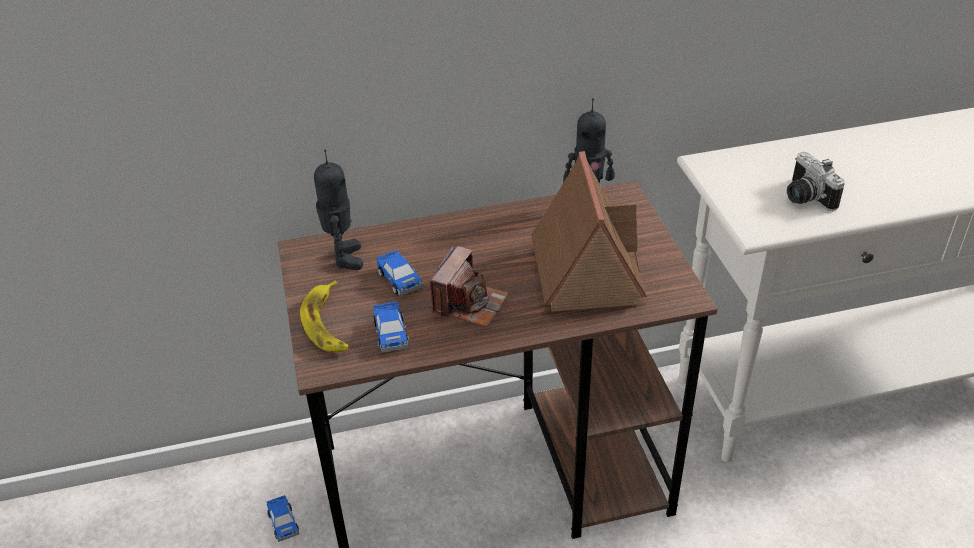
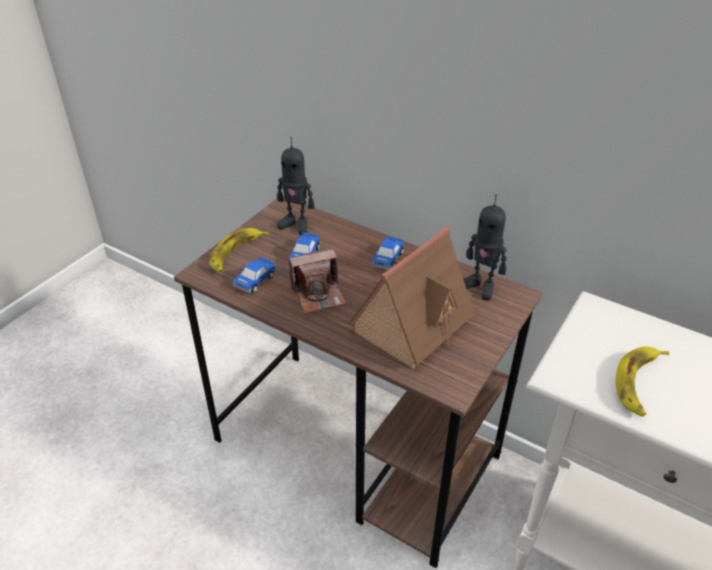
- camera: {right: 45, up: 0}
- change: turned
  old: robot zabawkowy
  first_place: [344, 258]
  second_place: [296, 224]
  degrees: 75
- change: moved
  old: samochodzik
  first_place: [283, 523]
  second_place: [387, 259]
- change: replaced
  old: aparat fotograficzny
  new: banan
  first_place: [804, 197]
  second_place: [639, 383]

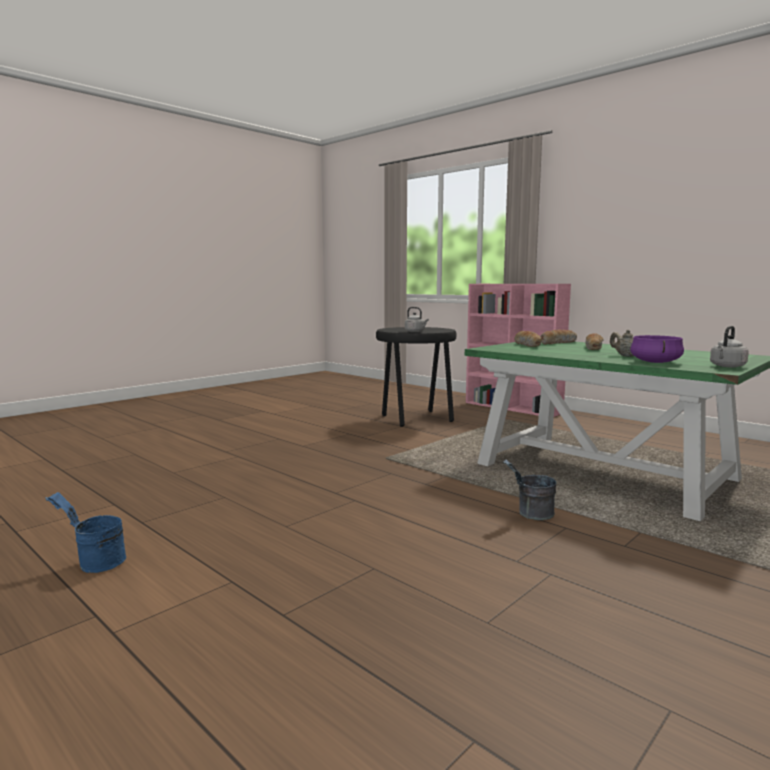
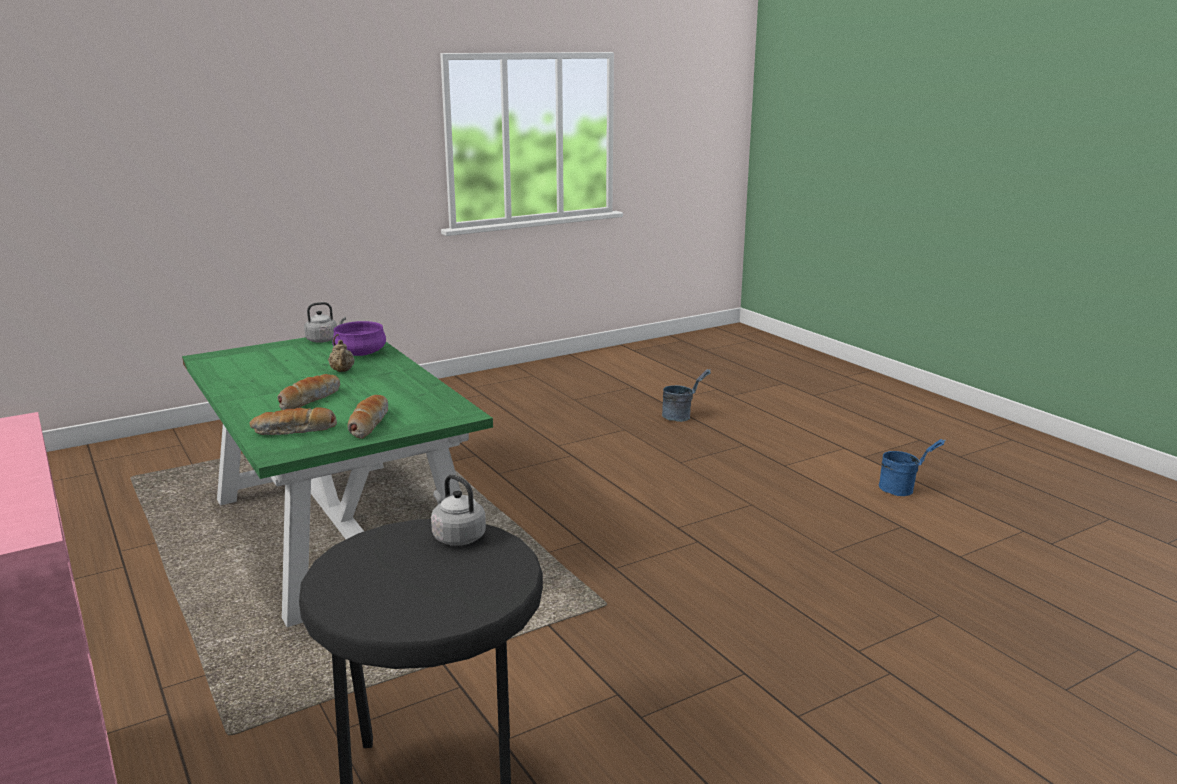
- camera: {right: -165, up: 10}
- change: moved
  old: wiadro/szary
  first_place: [530, 514]
  second_place: [682, 416]

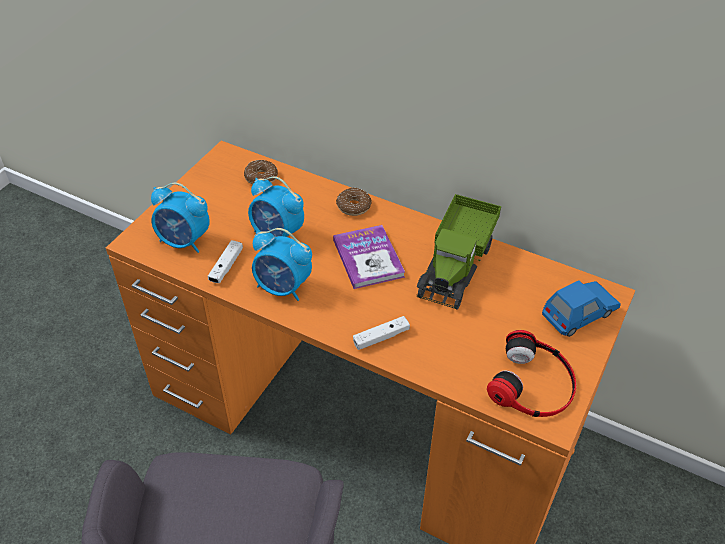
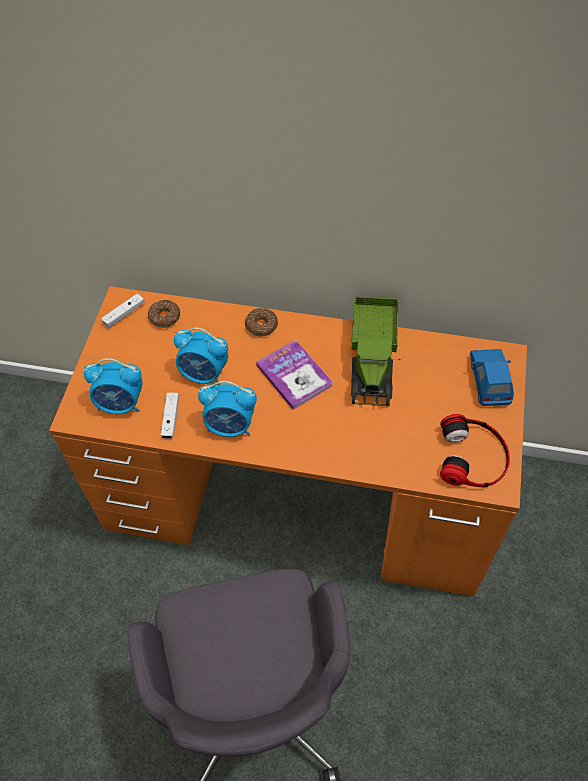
- camera: {right: -15, up: 10}
- change: moved
  old: pad do gier/biały
  first_place: [381, 337]
  second_place: [124, 314]
- change: turned
  old: samochodzik/niebieski
  first_place: [579, 313]
  second_place: [489, 380]
  degrees: -45

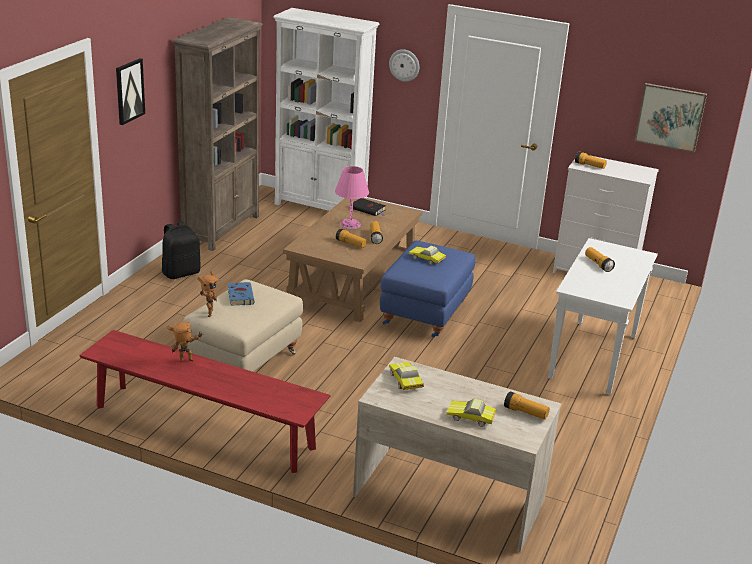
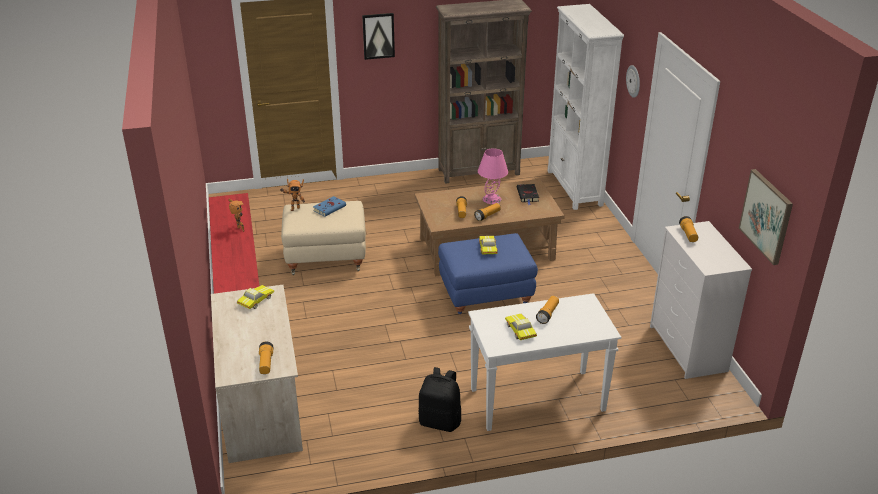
- camera: {right: 55, up: 5}
- change: moved
  old: plecak/czarny
  first_place: [181, 273]
  second_place: [440, 421]
- change: moved
  old: samochodzik
  first_place: [471, 417]
  second_place: [520, 330]

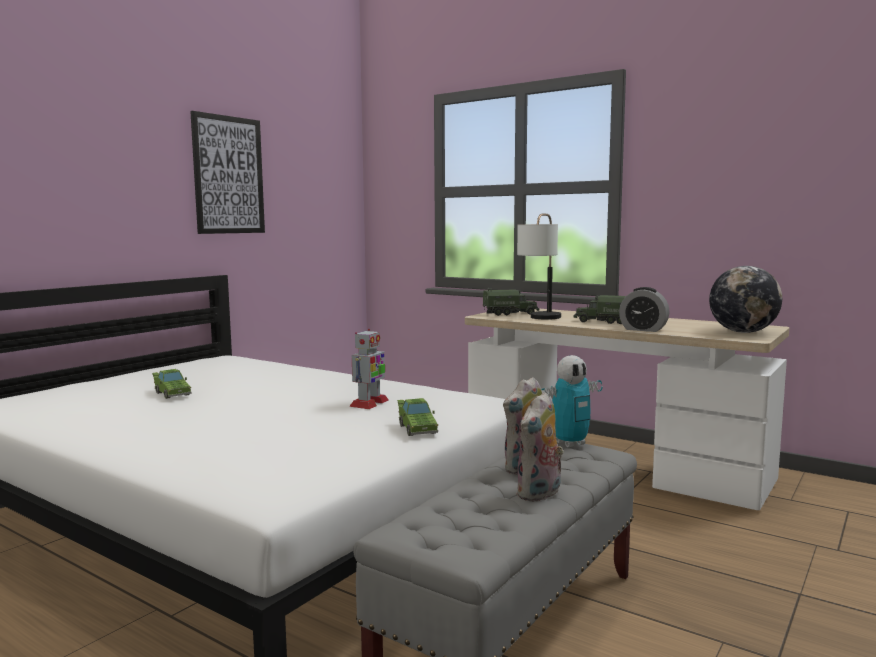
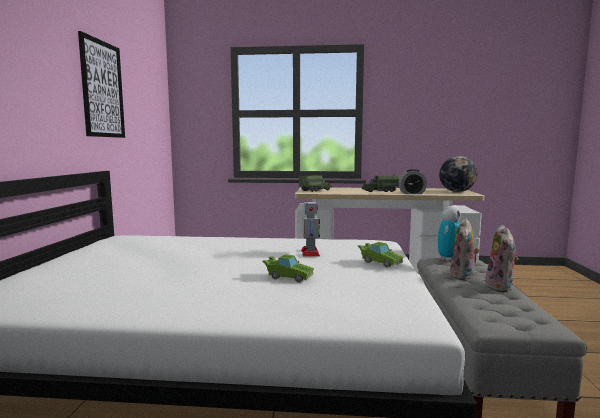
- camera: {right: -30, up: 0}
- change: moved
  old: samochodzik/zielony
  first_place: [171, 393]
  second_place: [288, 277]
- change: removed
  old: lampa stołowa
  first_place: [540, 319]

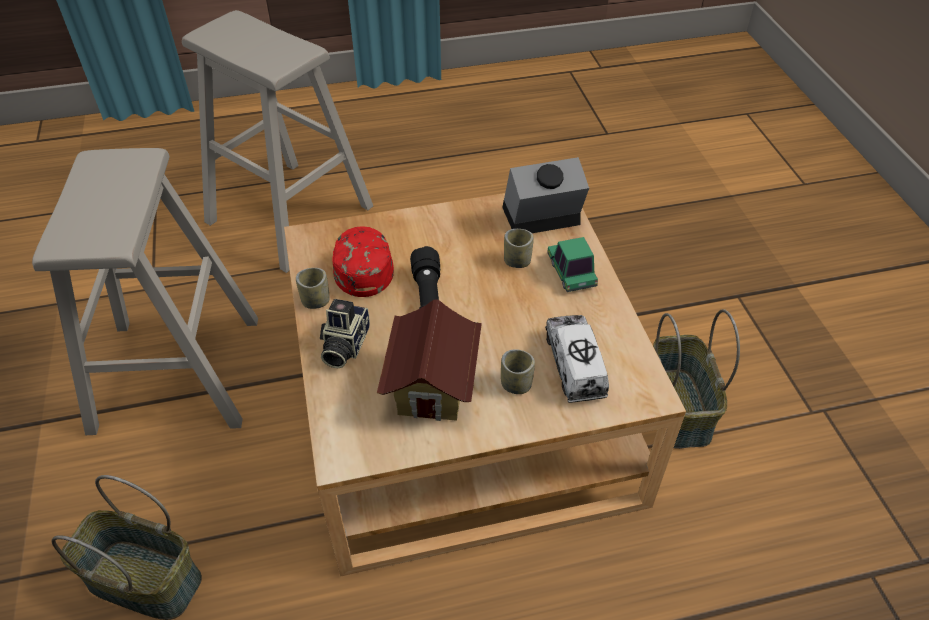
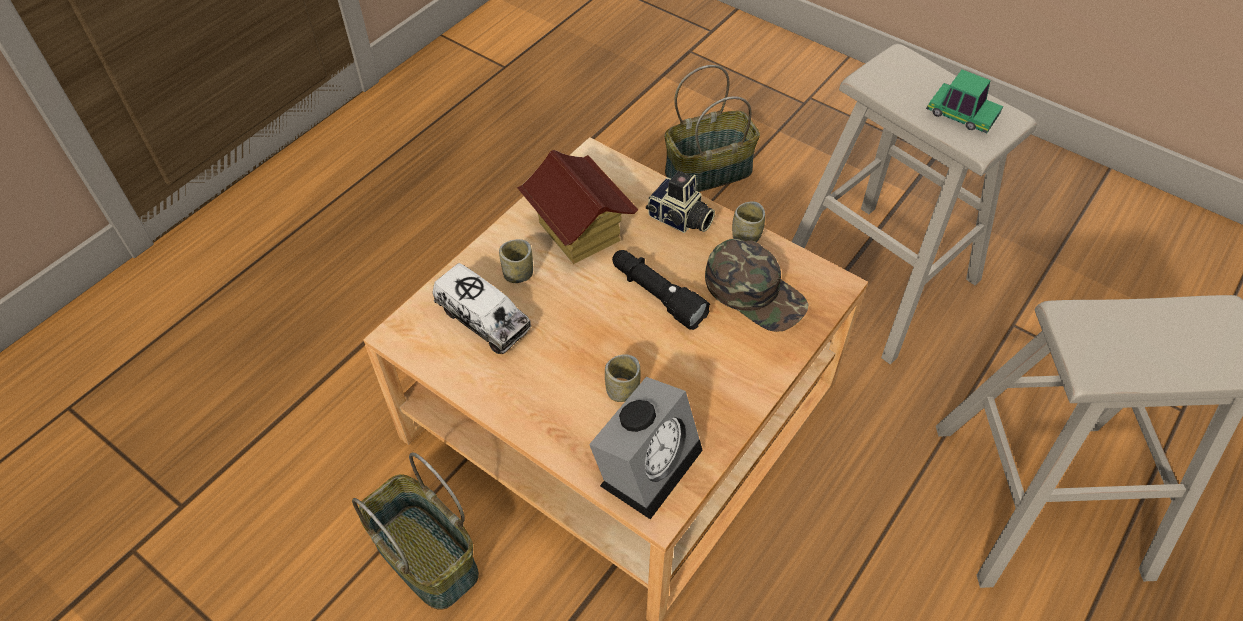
- camera: {right: 140, up: 5}
- change: turned
  old: aparat fotograficzny
  first_place: [343, 345]
  second_place: [680, 220]
  degrees: 150
- change: recoloured
  old: czapka z daszkiem/czerwony
  new: czapka z daszkiem/zielony
  first_place: [361, 263]
  second_place: [755, 292]
- change: moved
  old: samochodzik
  first_place: [571, 272]
  second_place: [961, 115]

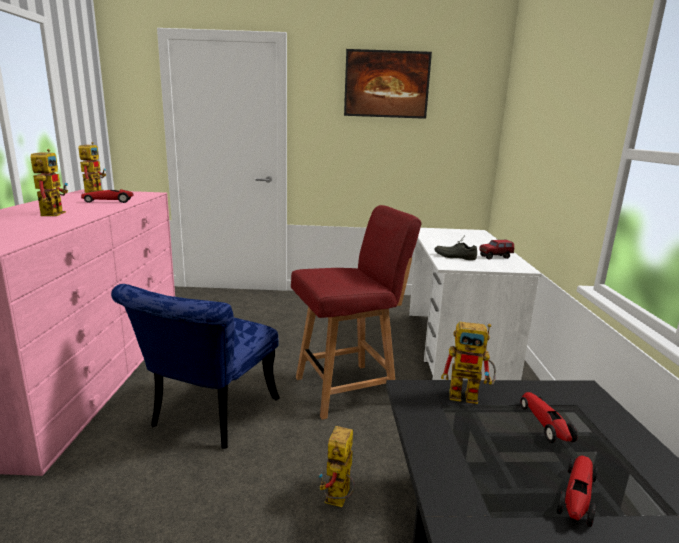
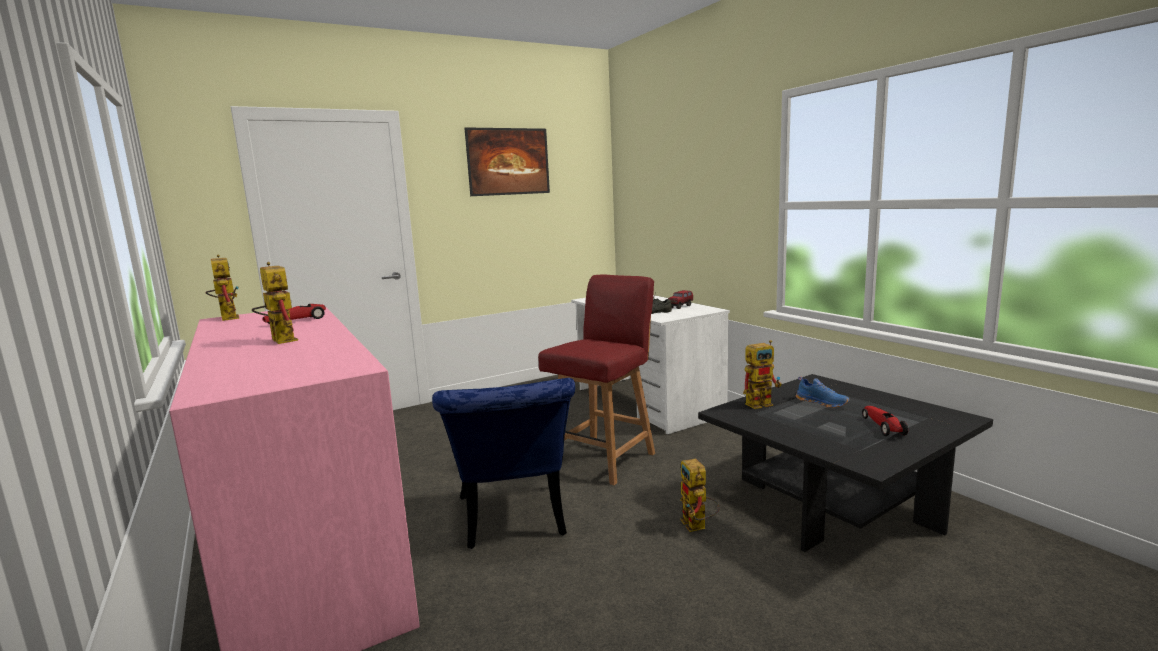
- camera: {right: -30, up: -5}
- change: replaced
  old: samochodzik
  new: but/niebieski
  first_place: [545, 424]
  second_place: [822, 402]

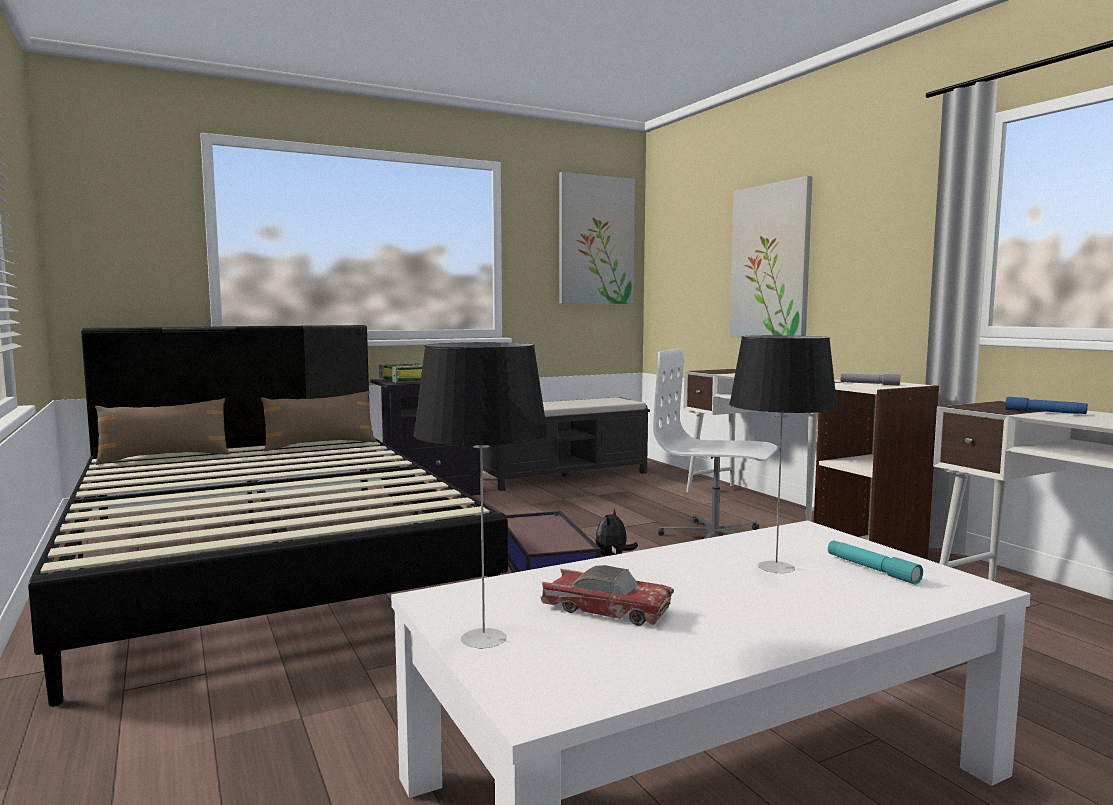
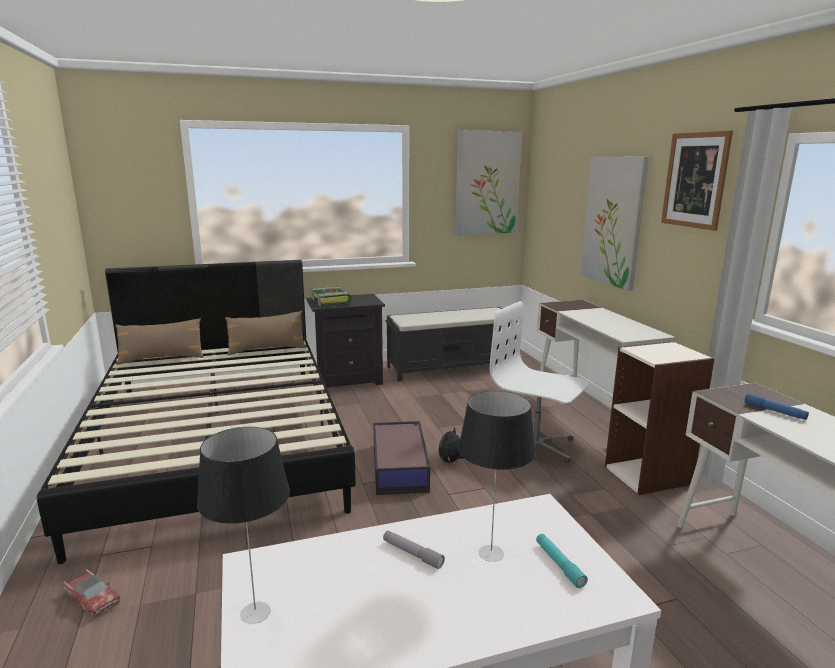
- camera: {right: 10, up: 10}
- change: moved
  old: samochodzik
  first_place: [606, 609]
  second_place: [92, 599]
- change: moved
  old: latarka/szary
  first_place: [869, 384]
  second_place: [412, 554]
- change: added
  new: obraz
  second_place: [695, 180]

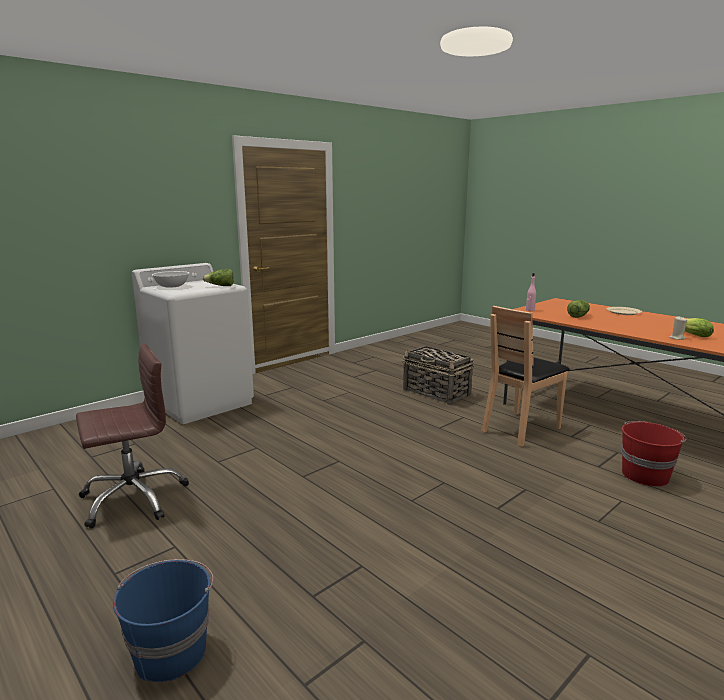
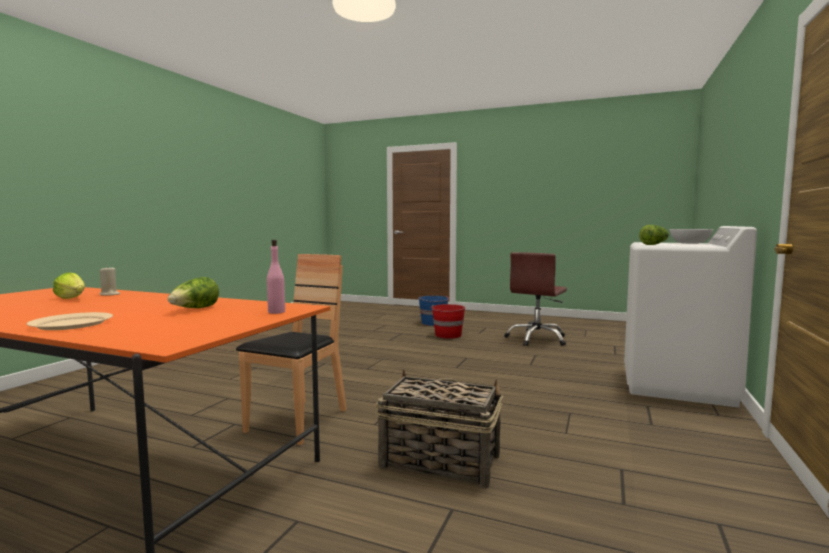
- camera: {right: 155, up: -10}
- change: moved
  old: wiadro/czerwony
  first_place: [645, 475]
  second_place: [448, 335]

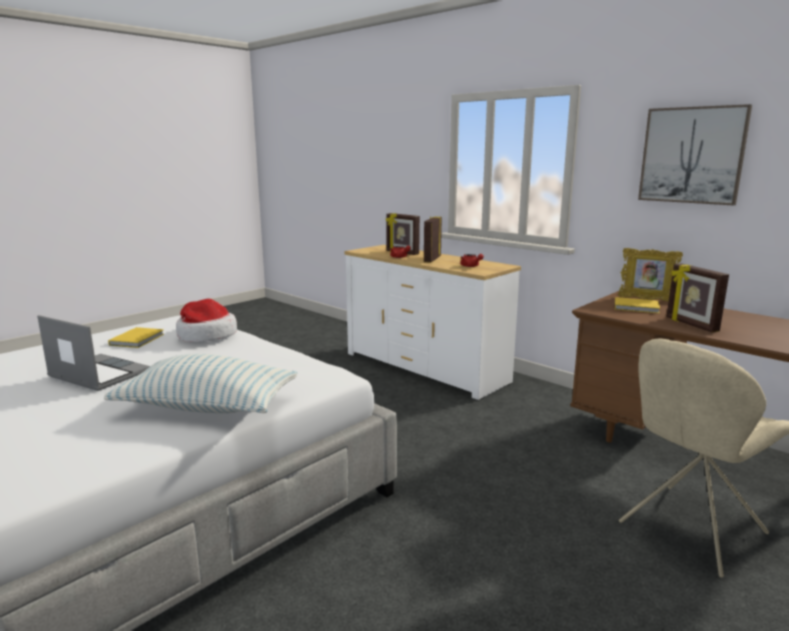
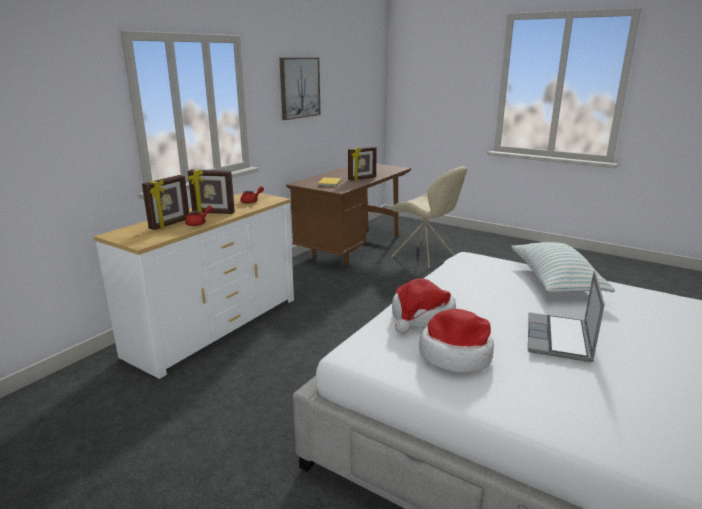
- camera: {right: -100, up: 5}
- change: replaced
  old: książka/żółty
  new: kapelusz
  first_place: [138, 339]
  second_place: [456, 355]
- change: removed
  old: ramka na zdjęcie
  first_place: [646, 299]

